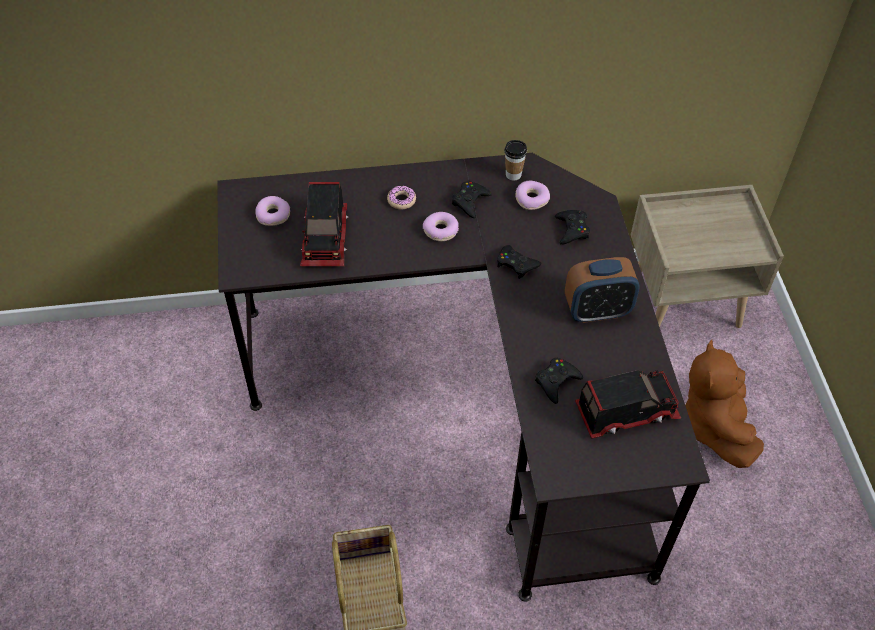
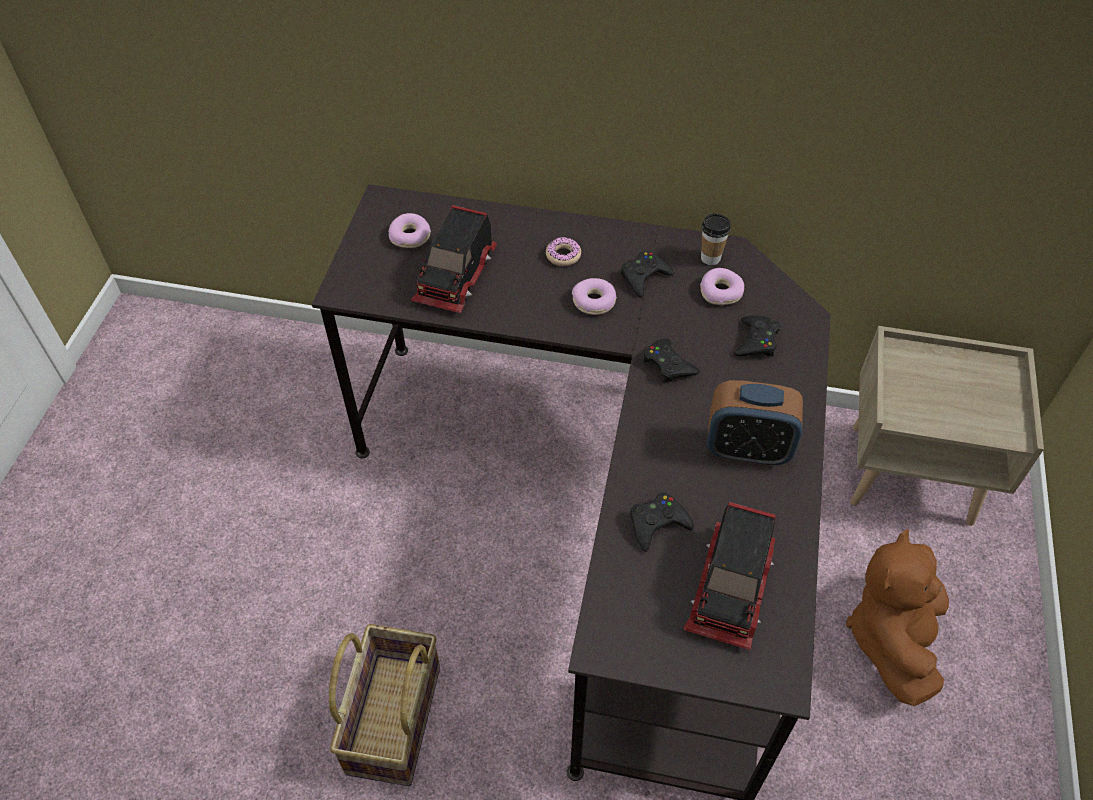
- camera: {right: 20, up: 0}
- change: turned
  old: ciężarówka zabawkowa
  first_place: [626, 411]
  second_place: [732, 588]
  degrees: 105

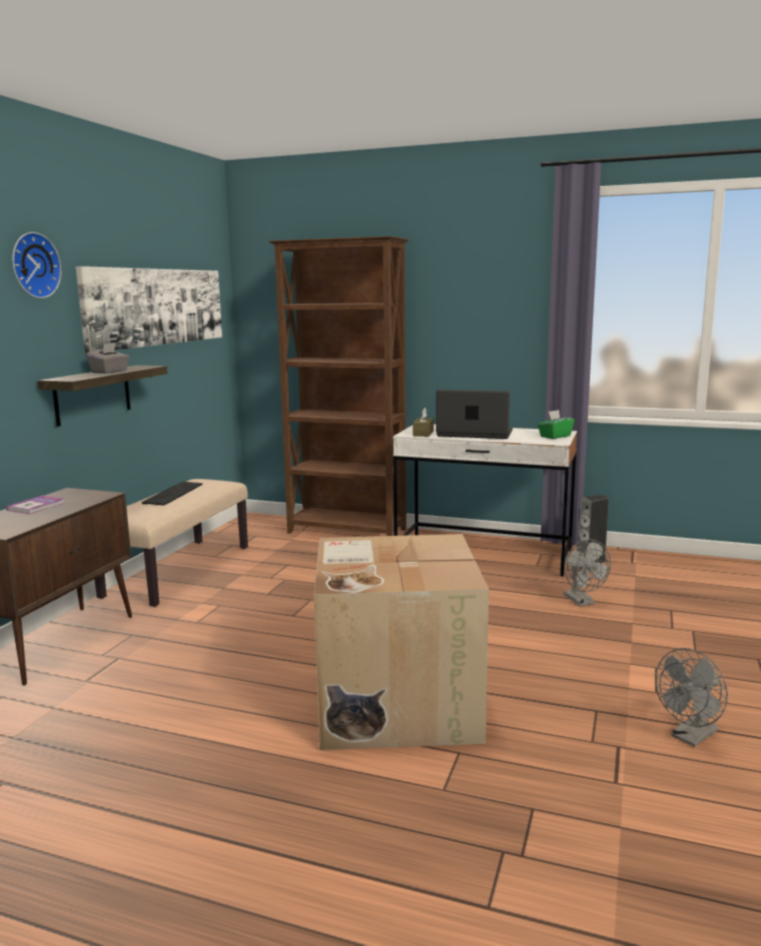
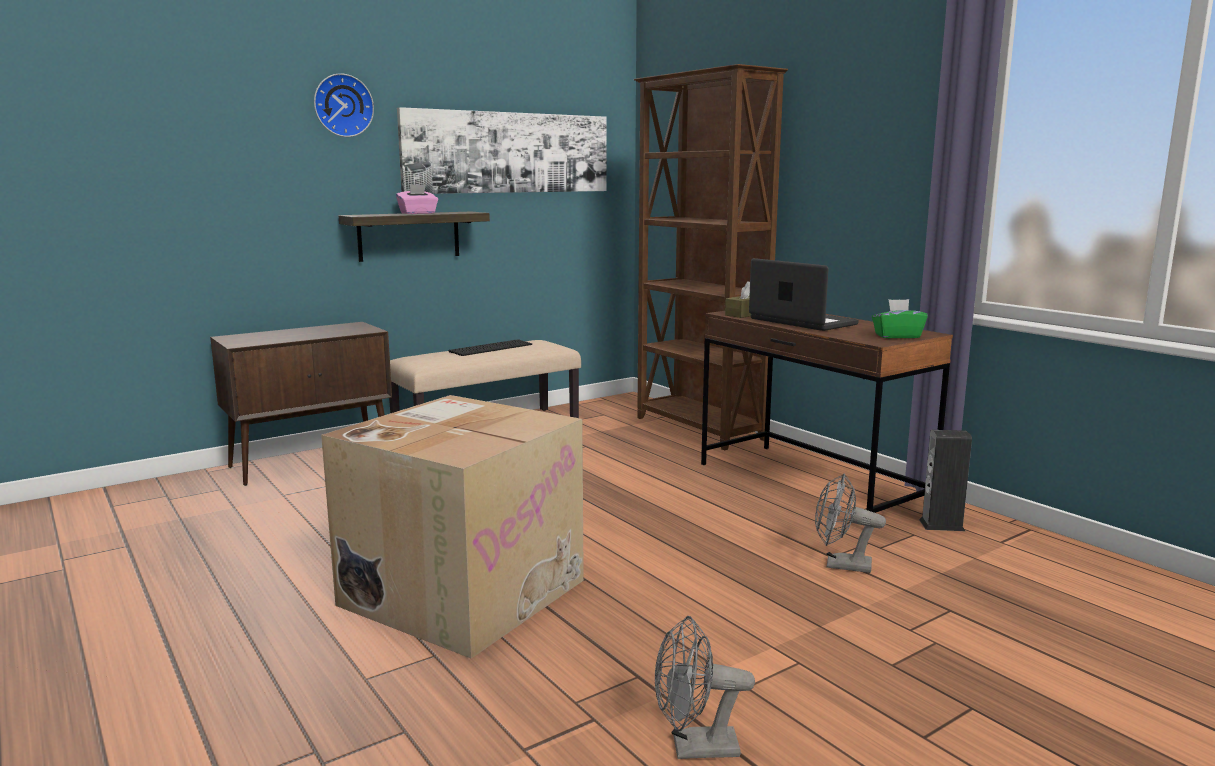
- camera: {right: 35, up: 0}
- change: recoloured
  old: pudełko chusteczek/szary
  new: pudełko chusteczek/różowy
  first_place: [109, 372]
  second_place: [418, 213]
- change: recoloured
  old: biurko/biały
  new: biurko/brązowy
  first_place: [483, 554]
  second_place: [810, 484]
- change: turned
  old: wentylator/szary
  first_place: [582, 602]
  second_place: [840, 565]
  degrees: 90
- change: removed
  old: książka
  first_place: [36, 506]

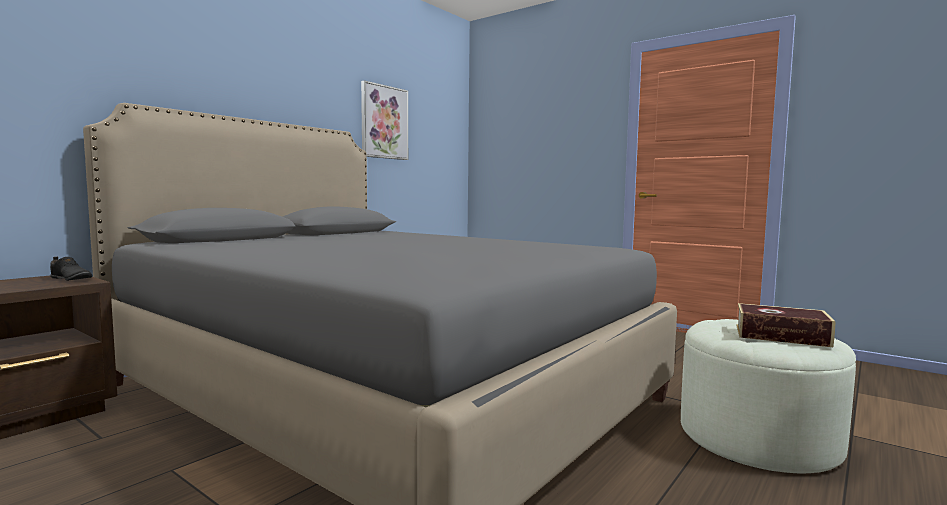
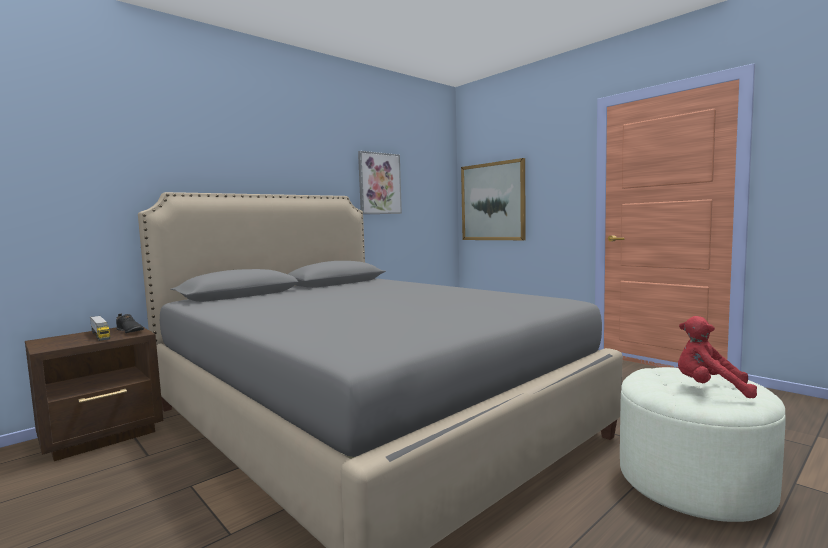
- camera: {right: 10, up: 0}
- change: added
  new: ciężarówka zabawkowa
  second_place: [100, 335]
- change: added
  new: obraz
  second_place: [492, 201]
- change: replaced
  old: książka
  new: pluszak/czerwony
  first_place: [781, 336]
  second_place: [709, 388]

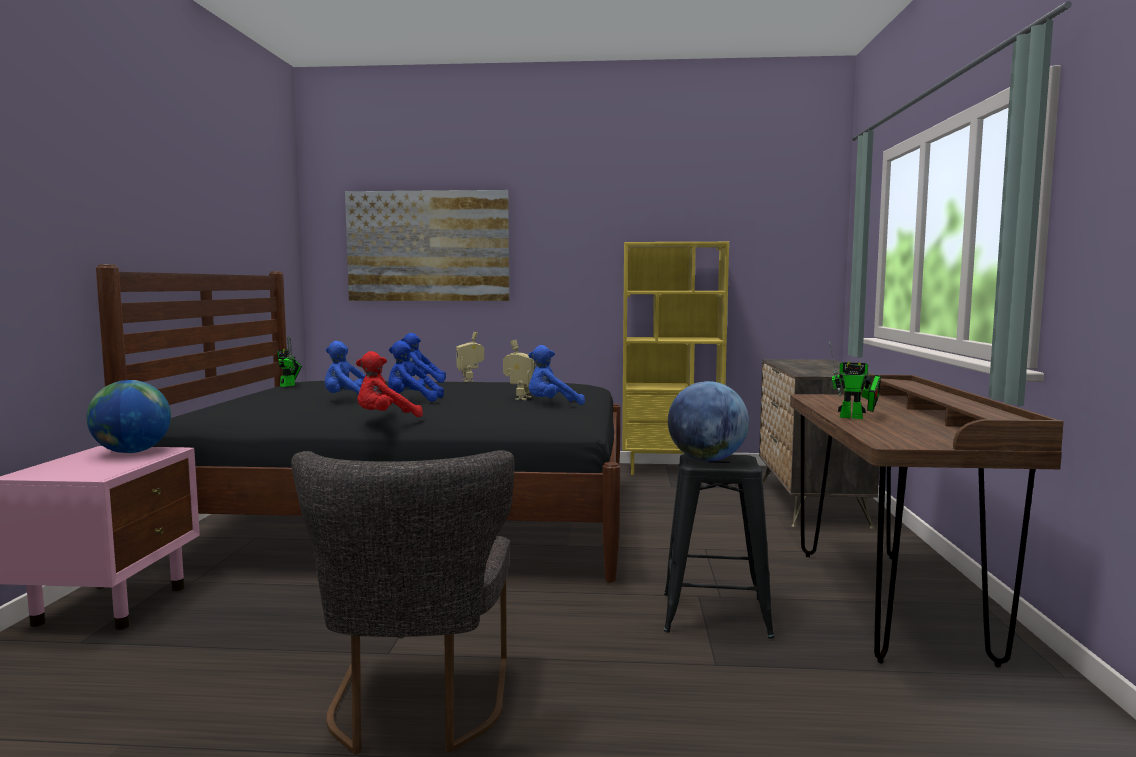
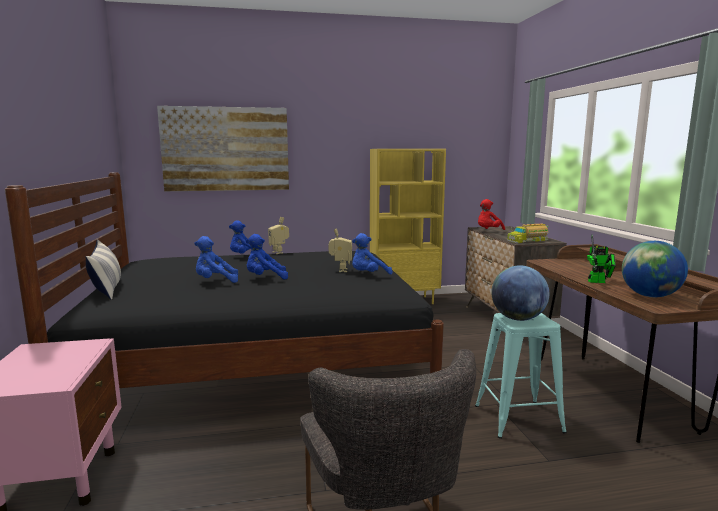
- camera: {right: -15, up: 5}
- change: added
  new: poduszka
  second_place: [107, 287]
- change: recoloured
  old: stołek/czarny
  new: stołek/turkusowy
  first_place: [715, 615]
  second_place: [518, 418]
- change: moved
  old: pluszak/czerwony
  first_place: [385, 418]
  second_place: [488, 231]
- change: added
  new: ciężarówka zabawkowa
  second_place: [527, 240]
- change: moved
  old: globus
  first_place: [132, 452]
  second_place: [650, 296]
- change: removed
  old: robot zabawkowy
  first_place: [289, 385]

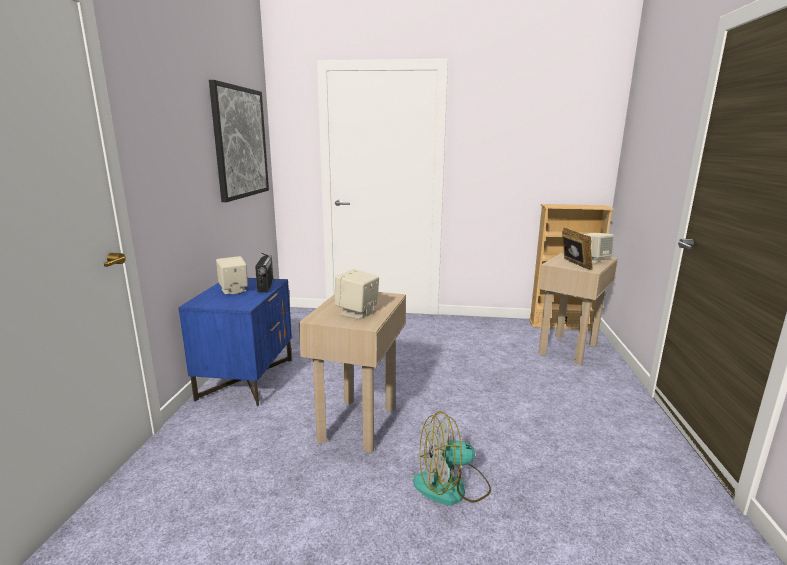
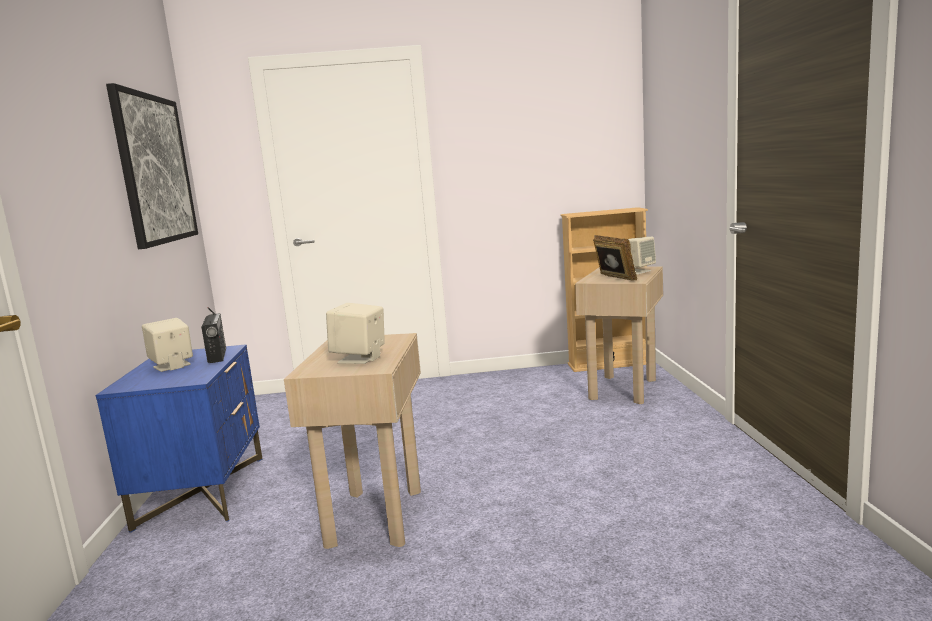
- camera: {right: -10, up: -5}
- change: removed
  old: wentylator
  first_place: [451, 487]

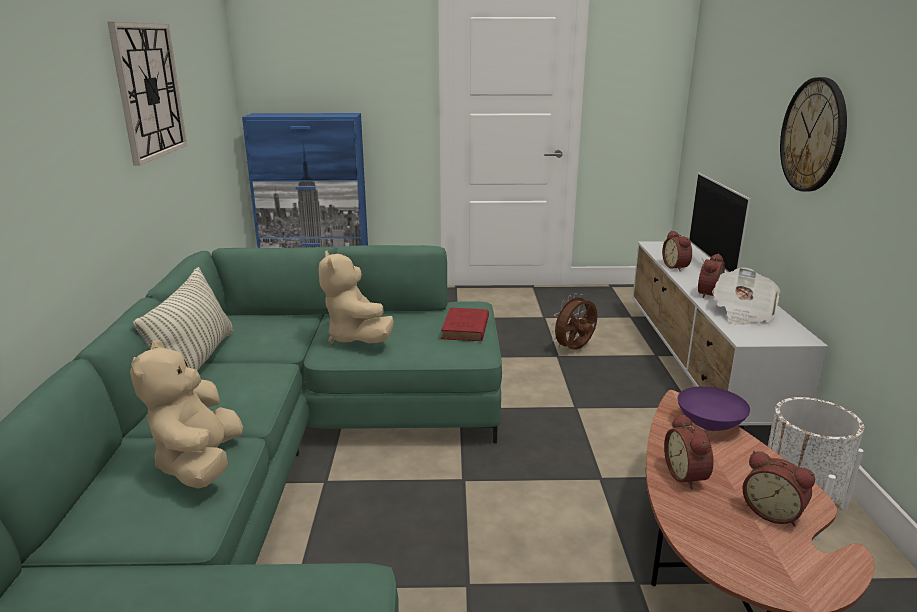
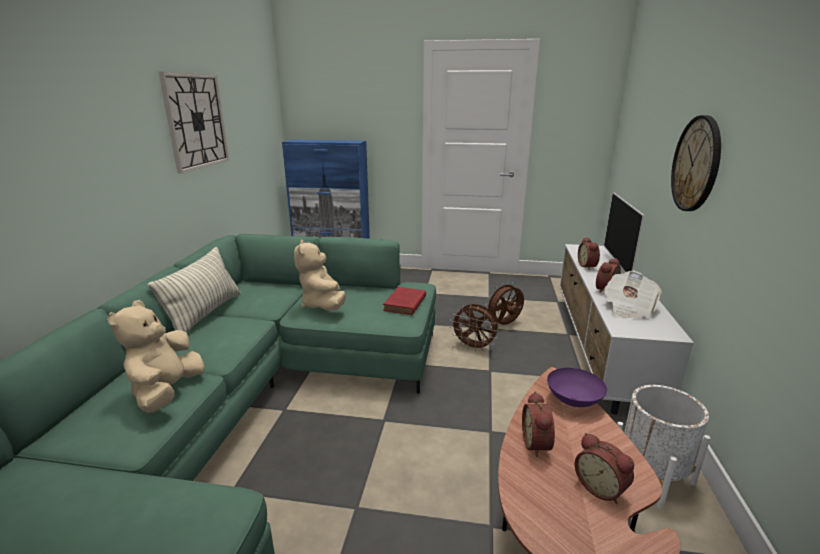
- camera: {right: 10, up: 0}
- change: added
  new: wentylator/brązowy
  second_place: [474, 347]

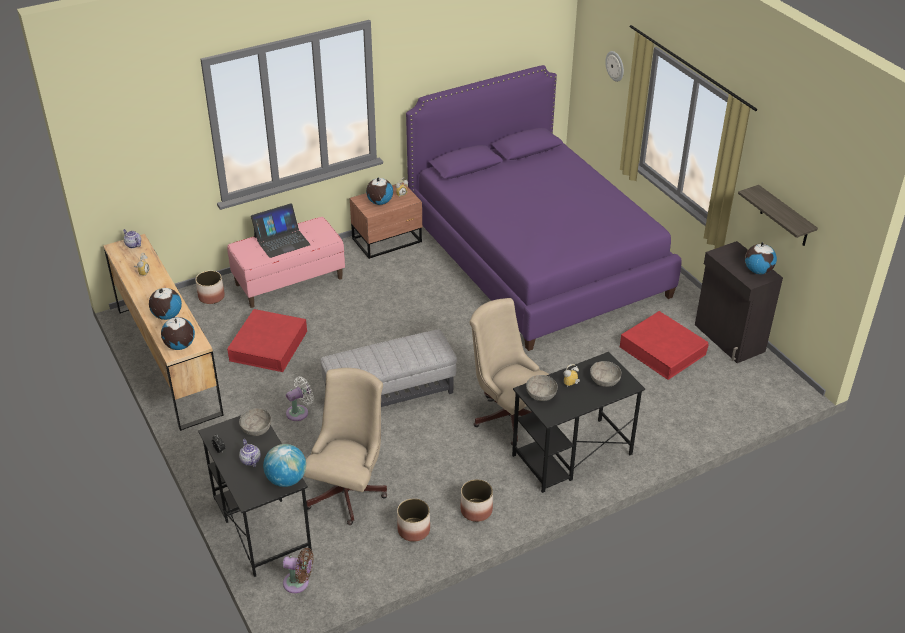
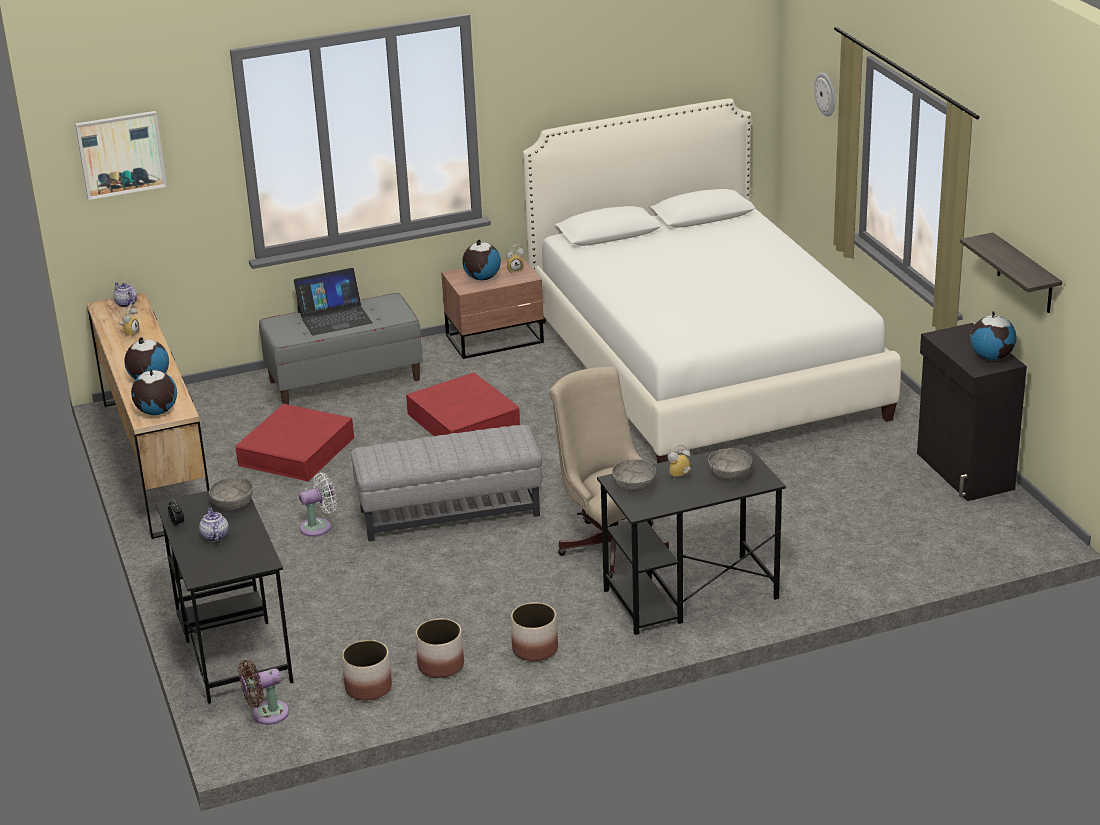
- camera: {right: 10, up: -10}
- change: added
  new: obraz
  second_place: [121, 154]
- change: turned
  old: wentylator/brązowy
  first_place: [298, 583]
  second_place: [266, 714]
  degrees: 135
- change: recoloured
  old: ławka/różowy
  new: ławka/szary
  first_place: [289, 281]
  second_place: [345, 380]
- change: moved
  old: donica
  first_place: [212, 297]
  second_place: [369, 688]
- change: moved
  old: pojemnik do przechowywania/czerwony
  first_place: [662, 350]
  second_place: [463, 420]
- change: recoloured
  old: łóżko/fioletowy
  new: łóżko/biały
  first_place: [536, 258]
  second_place: [704, 367]
- change: removed
  old: globus
  first_place: [286, 479]
- change: removed
  old: krzesło biurowe/beżowy
  first_place: [349, 489]

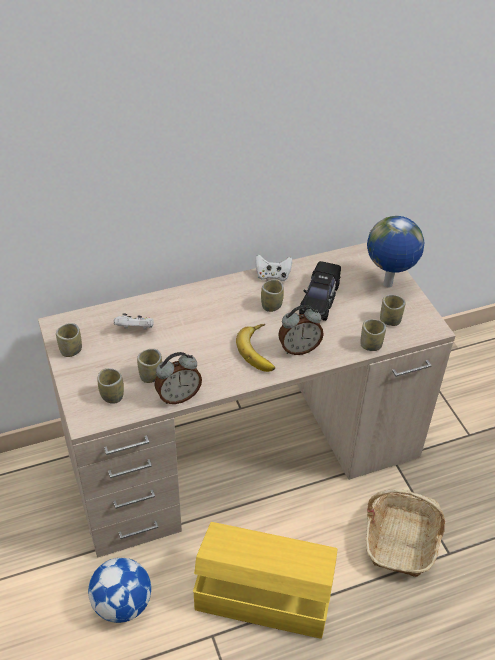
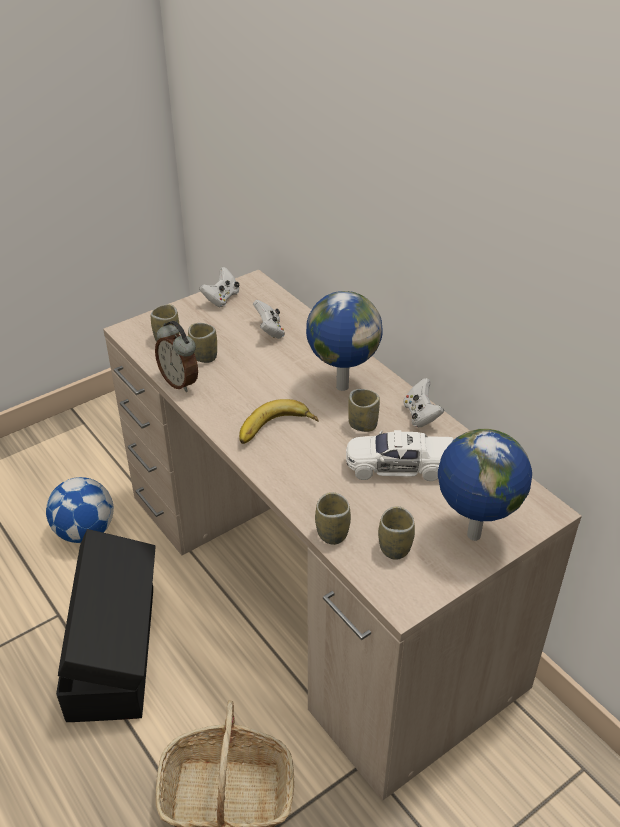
- camera: {right: 75, up: -5}
- change: recoloured
  old: pojemnik do przechowywania/żółty
  new: pojemnik do przechowywania/czarny
  first_place: [262, 594]
  second_place: [115, 649]
- change: replaced
  old: filiżanka
  new: pad do gier/biały
  first_place: [71, 350]
  second_place: [221, 298]
- change: added
  new: globus
  second_place: [341, 386]
- change: recoloured
  old: samochodzik/czarny
  new: samochodzik/biały
  first_place: [319, 299]
  second_place: [399, 467]
- change: removed
  old: budzik
  first_place: [299, 348]

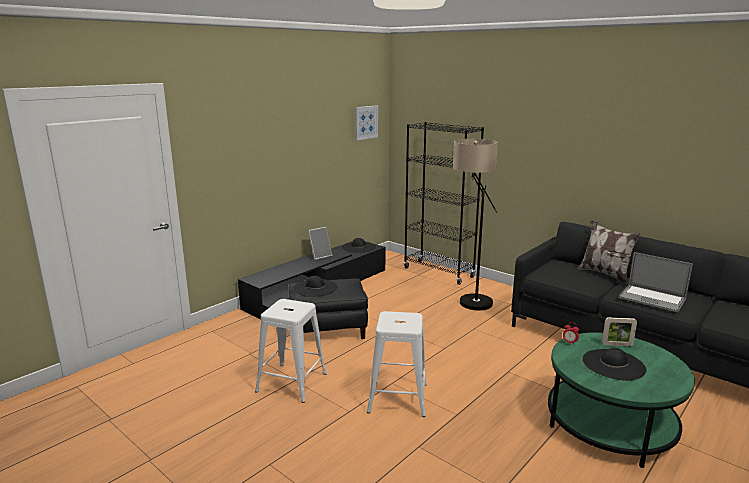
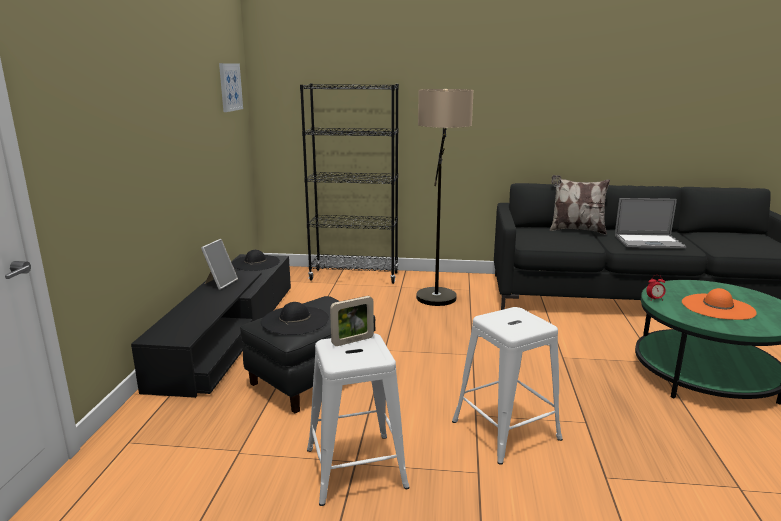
- camera: {right: -35, up: 0}
- change: moved
  old: ramka na zdjęcie
  first_place: [617, 345]
  second_place: [352, 341]
- change: recoloured
  old: kapelusz/czarny
  new: kapelusz/pomarańczowy
  first_place: [613, 364]
  second_place: [718, 307]

